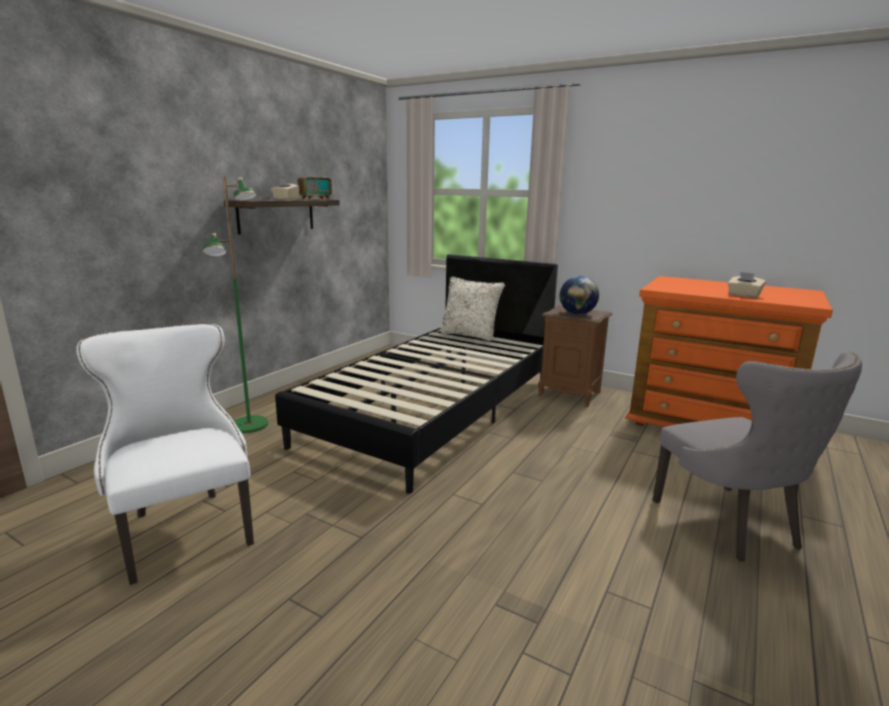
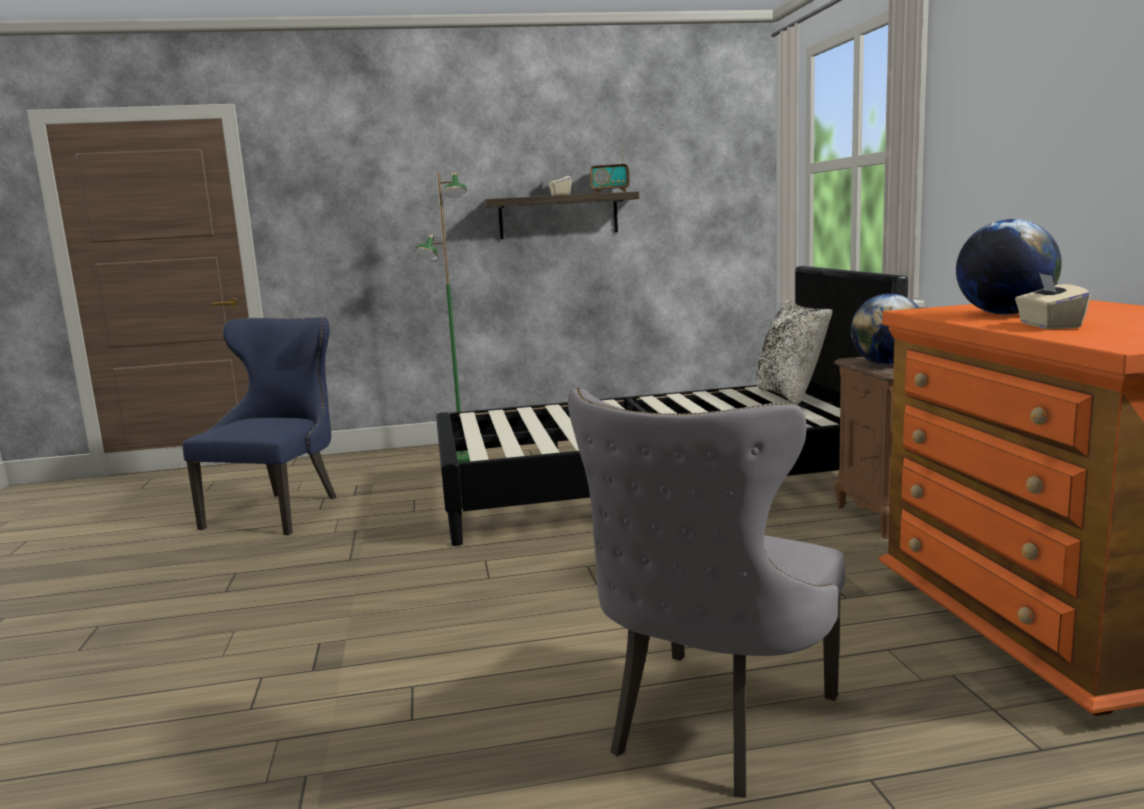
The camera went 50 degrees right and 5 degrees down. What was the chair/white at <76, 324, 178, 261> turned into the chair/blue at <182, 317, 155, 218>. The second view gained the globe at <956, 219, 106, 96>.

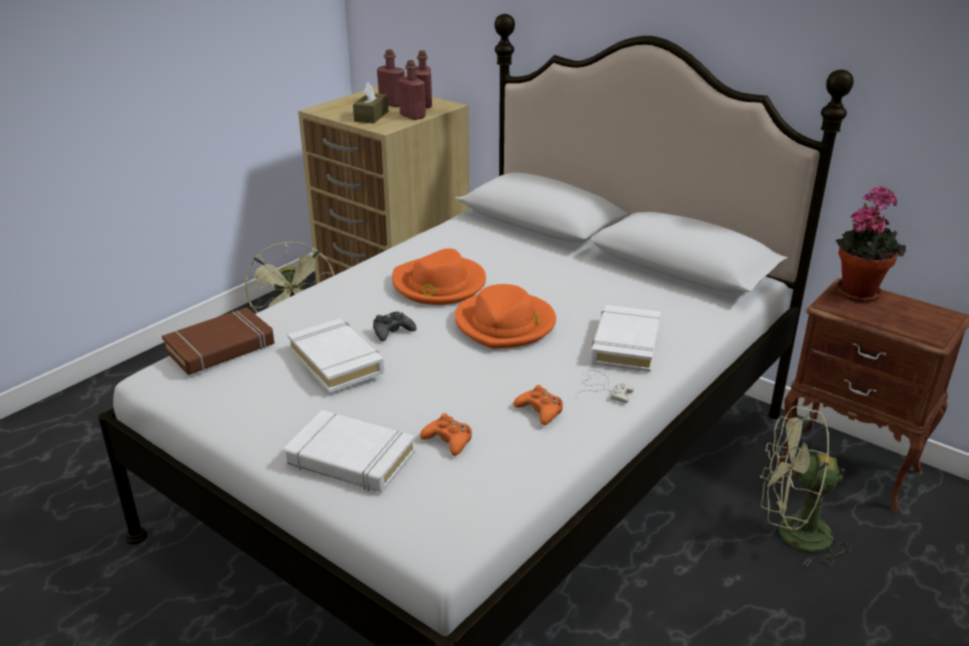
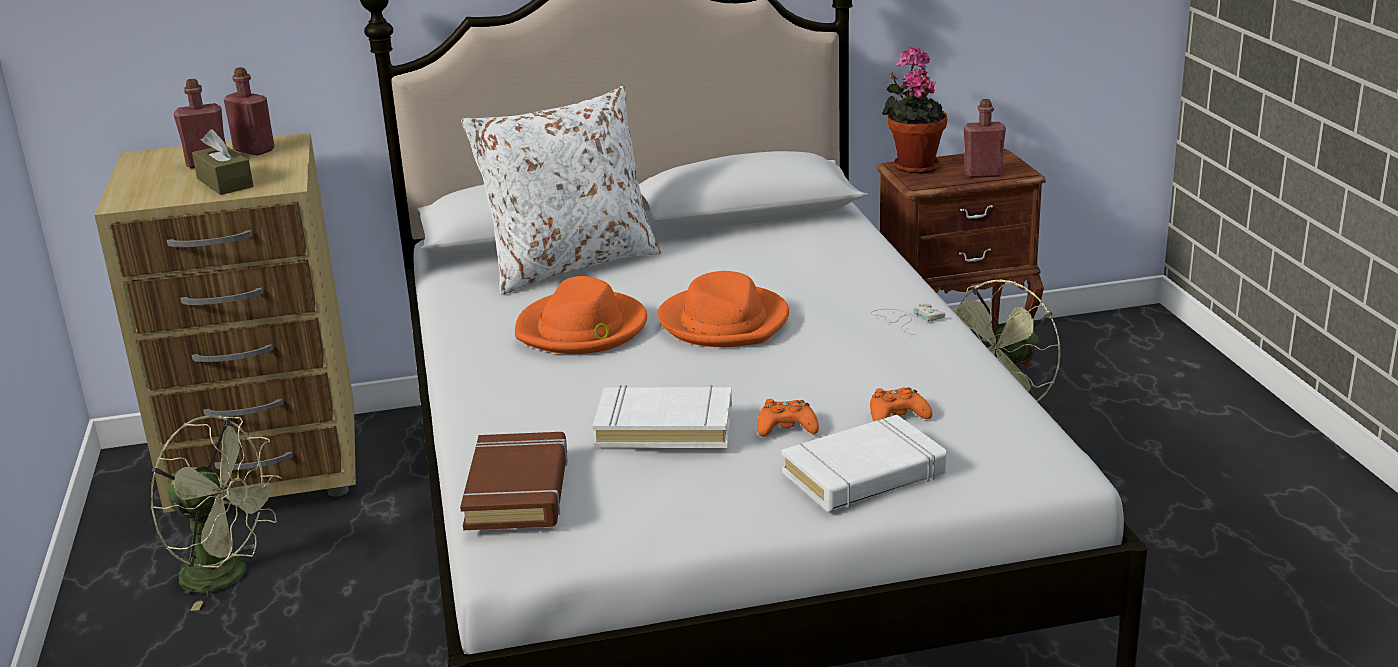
The camera went 50 degrees left and 5 degrees down. The second view gained the pillow/white at <461, 86, 200, 209>. The game controller/orange ended up elsewhere, having gone from <513, 385, 50, 40> to <757, 399, 62, 38>. The bottle/red ended up elsewhere, having gone from <398, 60, 28, 60> to <964, 99, 42, 79>. The second view lost the game controller/black at <373, 311, 44, 30>. The second view lost the book/white at <590, 305, 71, 67>.

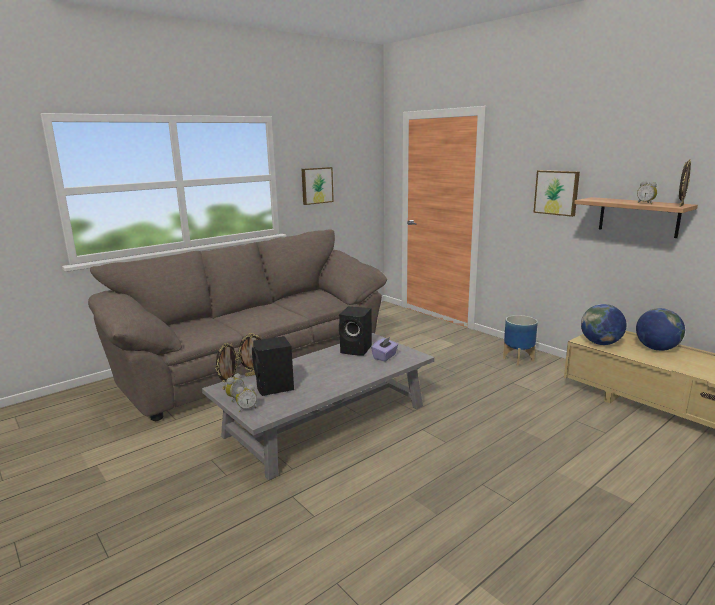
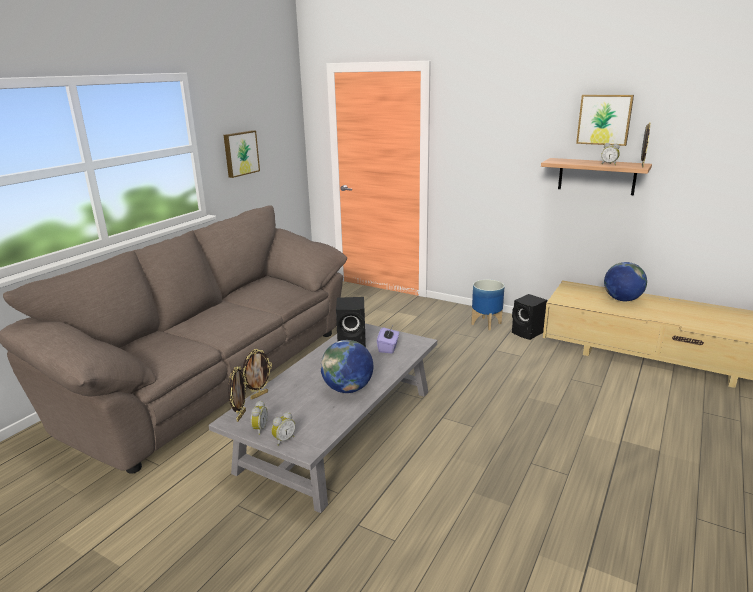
The camera went 20 degrees left and 5 degrees up. The globe ended up elsewhere, having gone from <581, 304, 45, 41> to <320, 340, 53, 53>. The speaker/black ended up elsewhere, having gone from <252, 336, 42, 60> to <512, 294, 35, 46>. The picture ended up elsewhere, having gone from <533, 170, 47, 47> to <576, 95, 58, 51>.

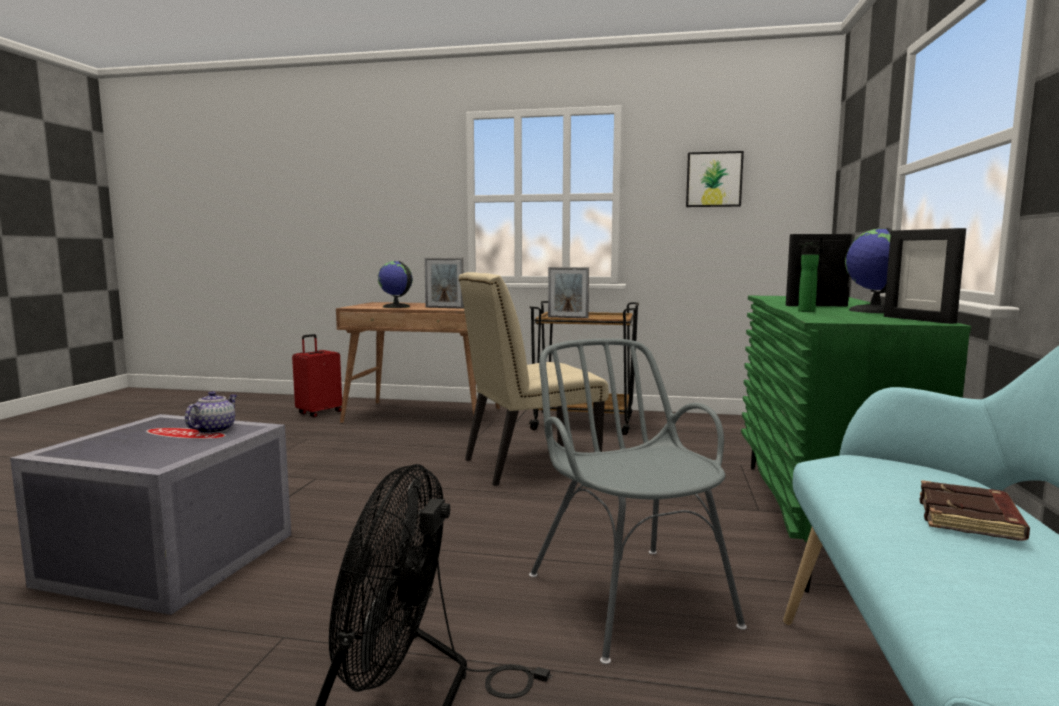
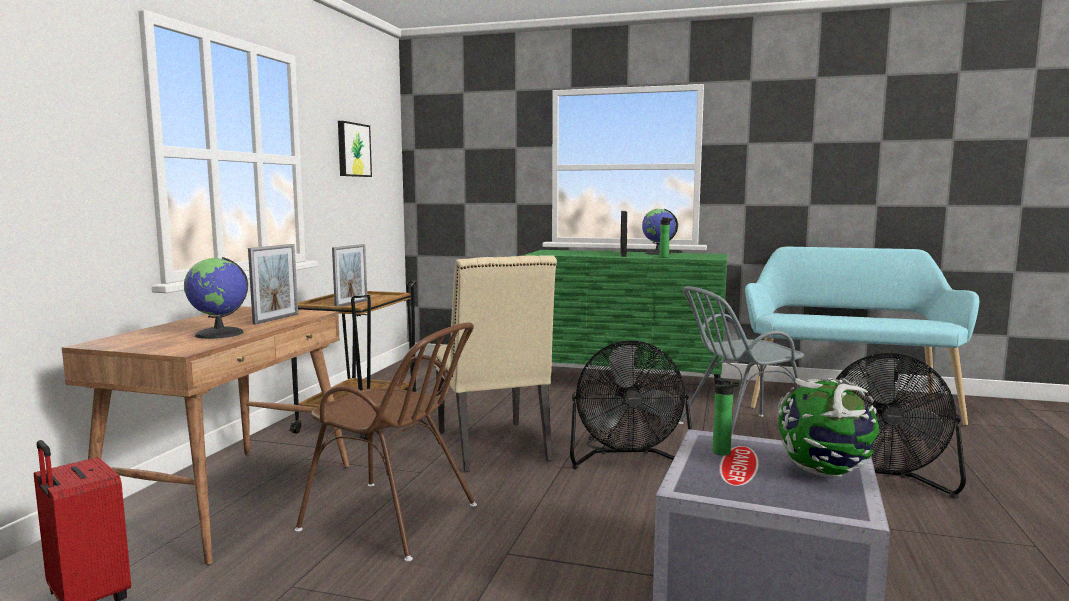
The camera went 85 degrees left and 0 degrees up. The second view gained the chair/brown at <295, 323, 182, 239>. The second view gained the fan/black at <570, 341, 122, 129>. Where the teapot stood at <185, 391, 52, 43>, the bottle came to stand at <713, 378, 28, 78>. The second view gained the globe at <778, 378, 101, 99>. The second view lost the picture frame at <884, 228, 82, 96>. The second view lost the book/brown at <919, 480, 111, 60>.

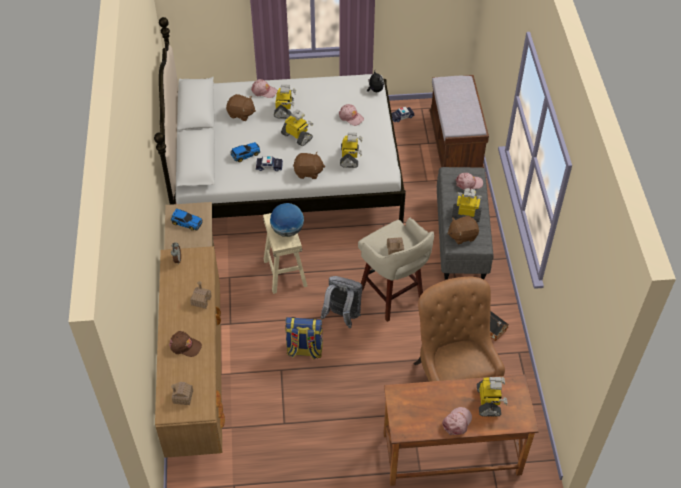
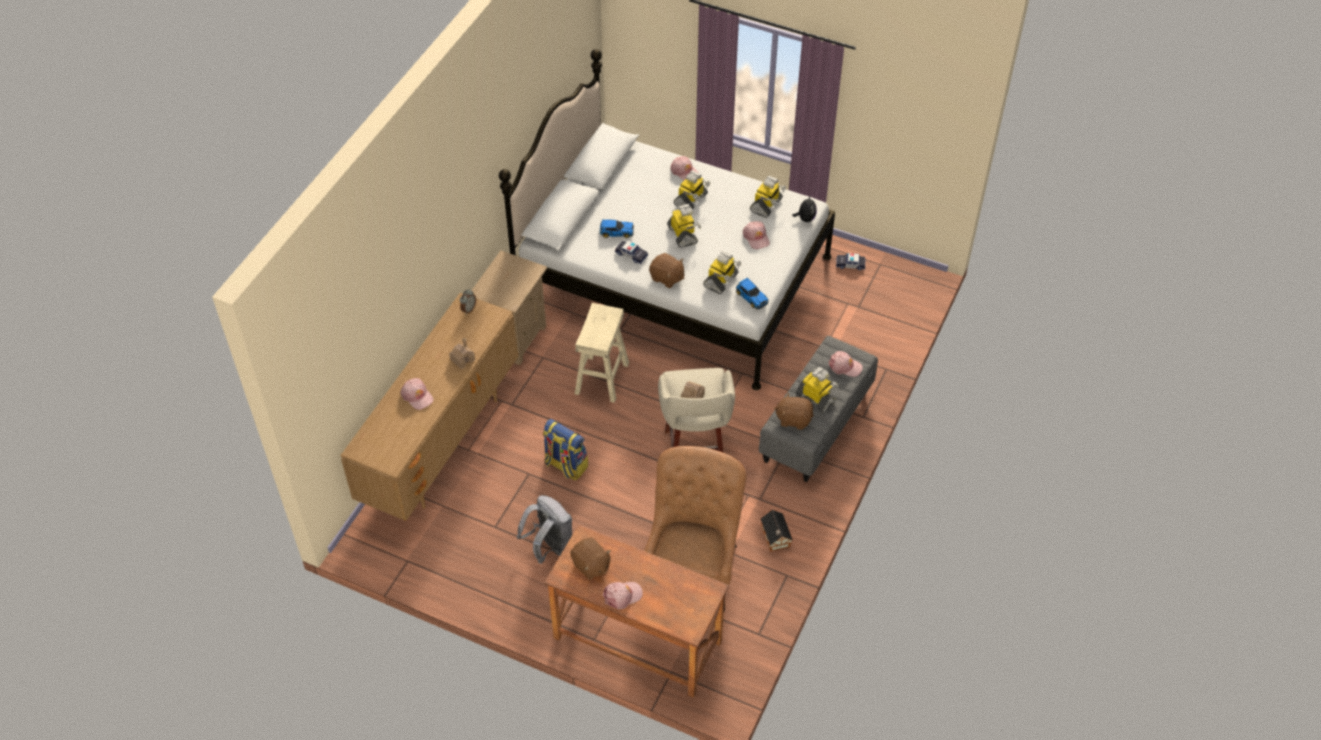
The camera went 30 degrees right and 0 degrees up. What was the cap/brown at <169, 331, 33, 26> turned into the cap/pink at <401, 378, 33, 32>. The backpack/grey ended up elsewhere, having gone from <320, 276, 43, 52> to <517, 495, 56, 69>. The plush toy/brown ended up elsewhere, having gone from <226, 94, 30, 27> to <570, 537, 41, 43>. The toy car ended up elsewhere, having gone from <171, 208, 32, 23> to <736, 278, 33, 32>. The toy robot ended up elsewhere, having gone from <477, 377, 31, 40> to <750, 176, 36, 42>. The second view lost the toy house at <171, 382, 22, 23>. The second view lost the globe at <270, 203, 34, 34>. The second view lost the bench/brown at <429, 75, 60, 93>.

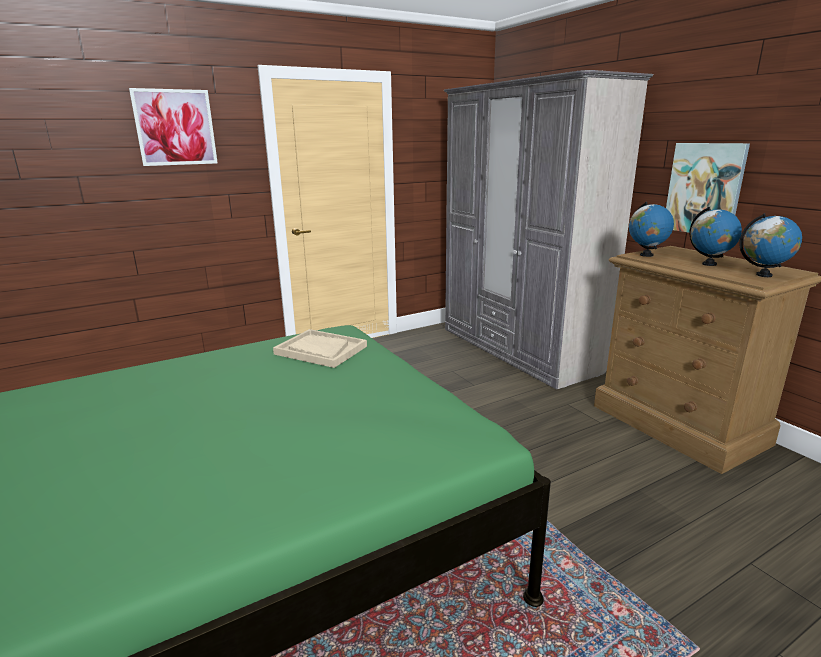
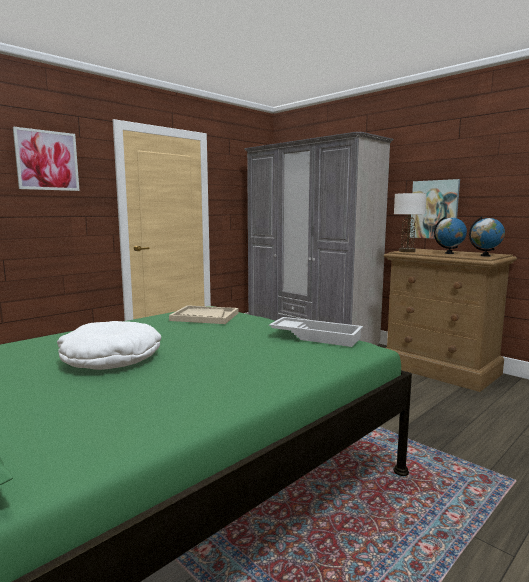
The camera went 15 degrees left and 10 degrees down. The second view gained the pillow/white at <57, 321, 104, 49>. The second view gained the tray/white at <269, 317, 94, 30>. Where the globe stood at <629, 202, 45, 55>, the table lamp came to stand at <394, 193, 33, 59>.

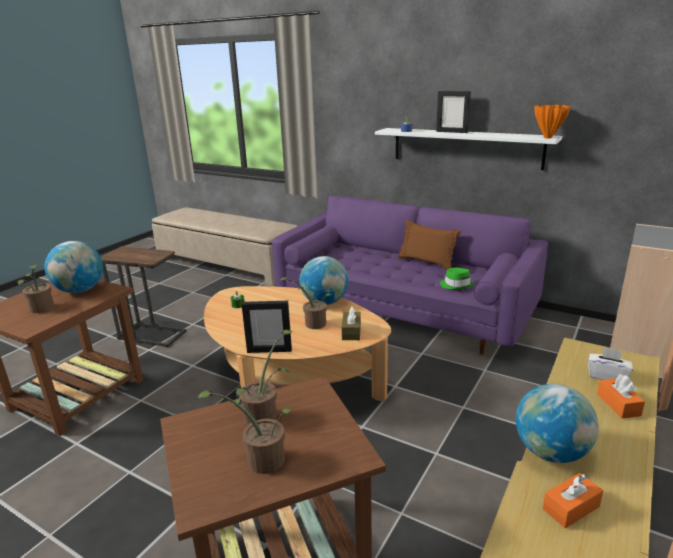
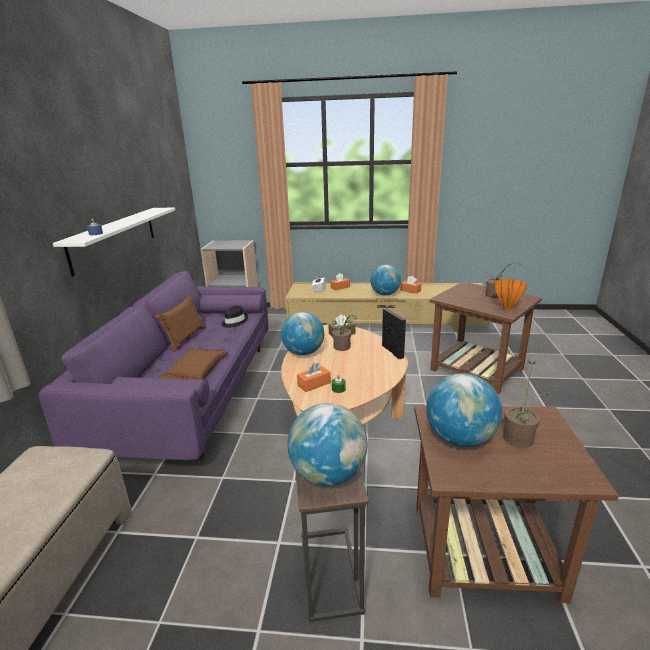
The camera went 115 degrees left and 0 degrees up. The second view gained the pillow/brown at <159, 347, 69, 33>. What was the hat/green at <440, 268, 34, 22> turned into the hat/black at <221, 306, 27, 22>. The second view gained the globe at <287, 403, 80, 83>. The second view gained the tissue box/orange at <297, 362, 34, 30>. The vase/orange ended up elsewhere, having gone from <534, 105, 37, 33> to <494, 278, 34, 33>. The second view lost the potted plant at <236, 330, 57, 96>. The second view lost the picture frame at <436, 91, 35, 42>.

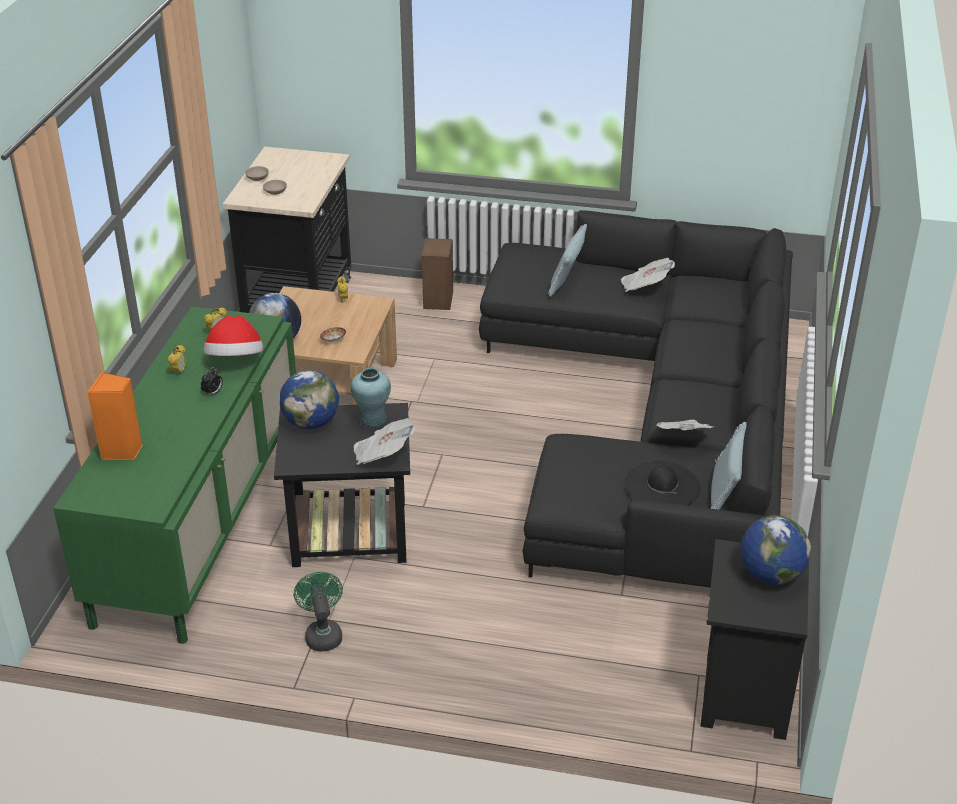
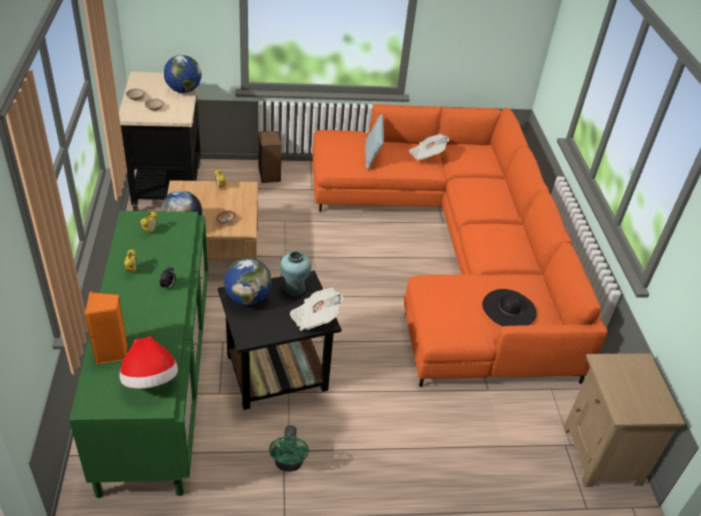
The camera went 20 degrees left and 5 degrees up. The hat ended up elsewhere, having gone from <204, 316, 59, 40> to <120, 336, 58, 53>. The globe ended up elsewhere, having gone from <741, 515, 70, 70> to <164, 55, 38, 38>. The fan/green at <294, 572, 49, 80> ended up facing another way, 150 degrees counterclockwise from before. What was the sofa/black at <479, 210, 314, 378> turned into the sofa/orange at <312, 104, 296, 283>. What was the nightstand/black at <701, 539, 108, 201> turned into the nightstand/beige at <564, 354, 121, 133>. The second view lost the newspaper at <657, 420, 56, 11>. The second view lost the pillow/blue at <711, 422, 36, 88>.

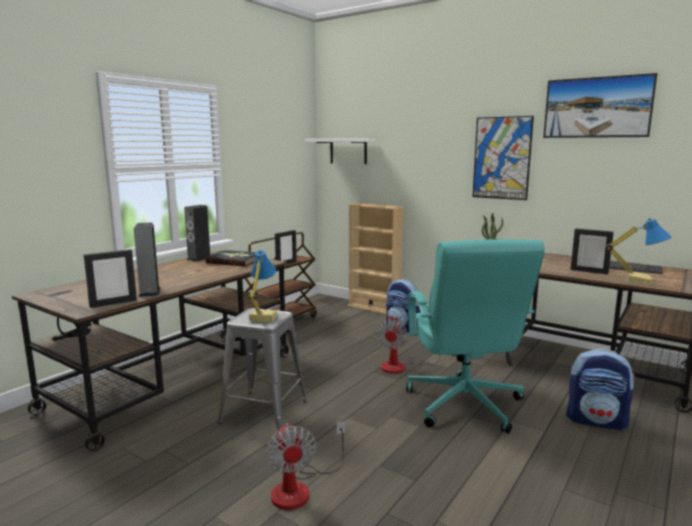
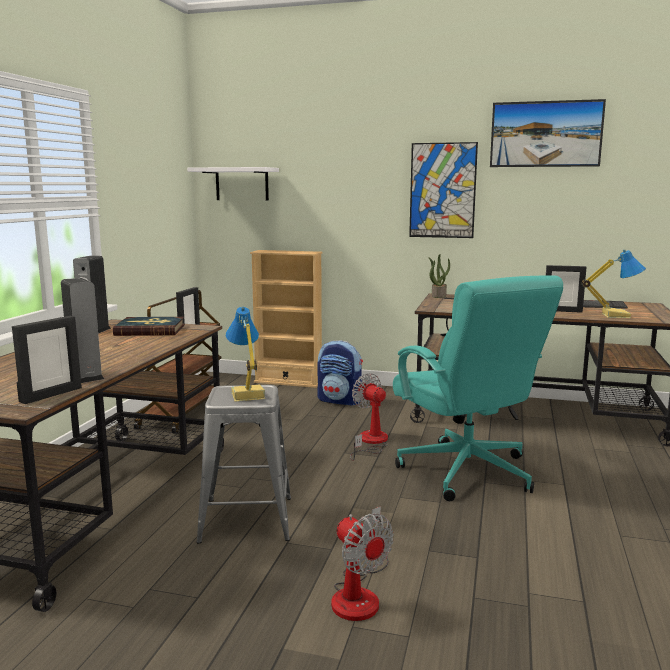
The camera went 20 degrees left and 0 degrees up. The fan at <376, 319, 64, 55> ended up facing another way, 150 degrees clockwise from before. The second view lost the backpack at <566, 349, 69, 82>.

